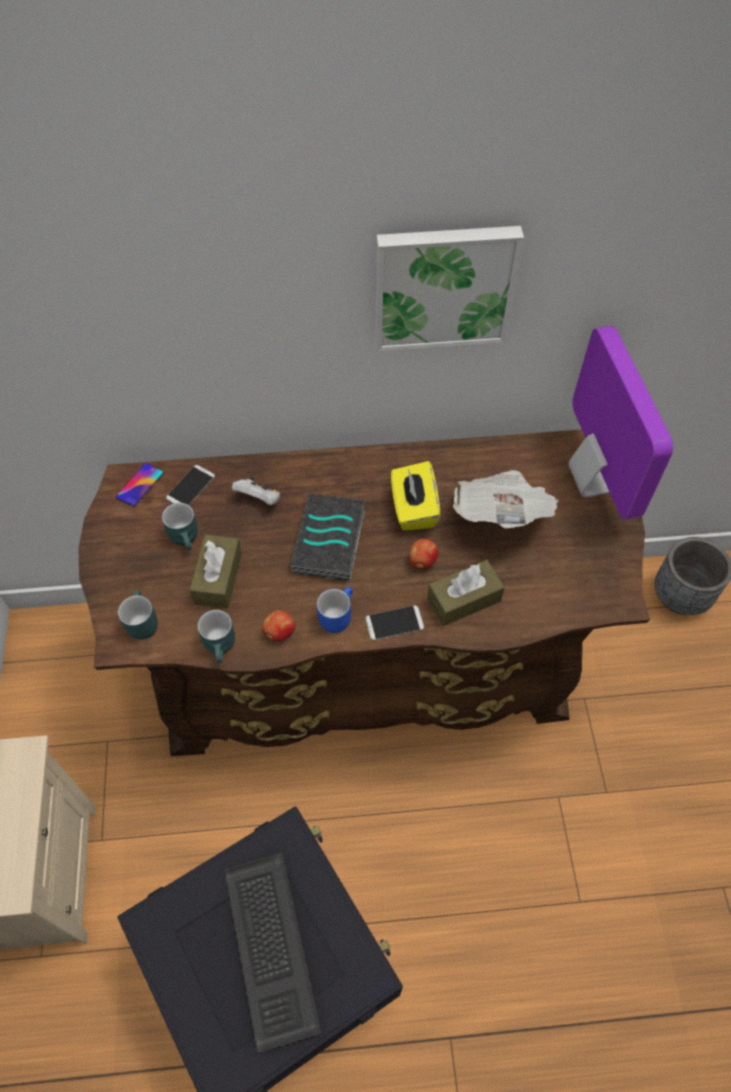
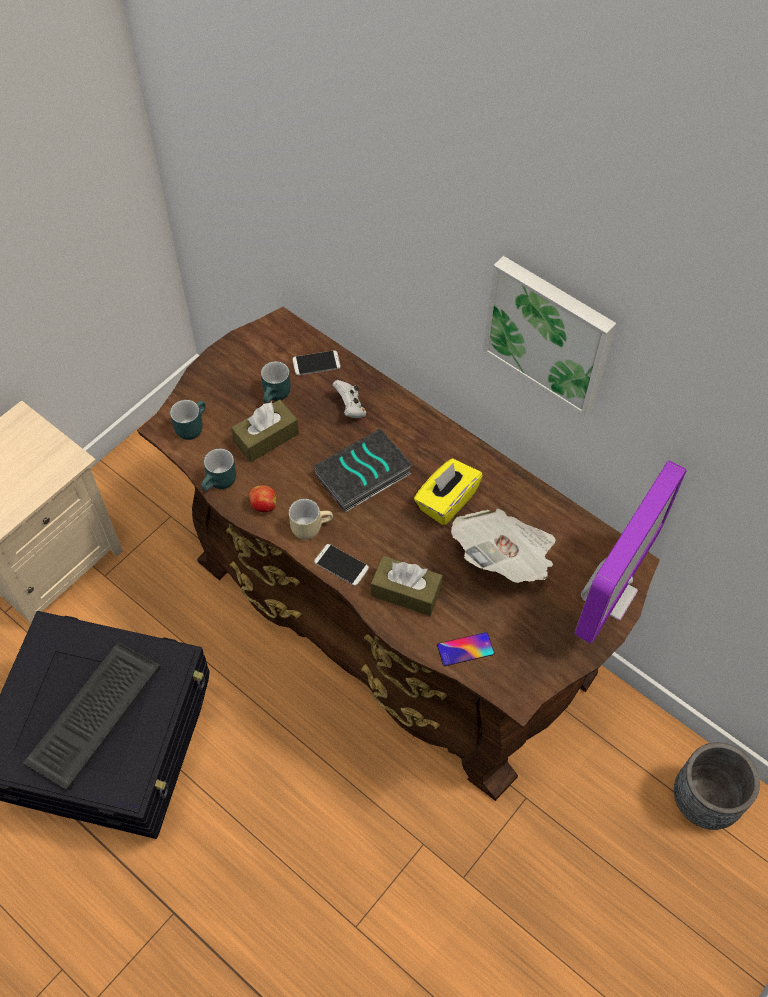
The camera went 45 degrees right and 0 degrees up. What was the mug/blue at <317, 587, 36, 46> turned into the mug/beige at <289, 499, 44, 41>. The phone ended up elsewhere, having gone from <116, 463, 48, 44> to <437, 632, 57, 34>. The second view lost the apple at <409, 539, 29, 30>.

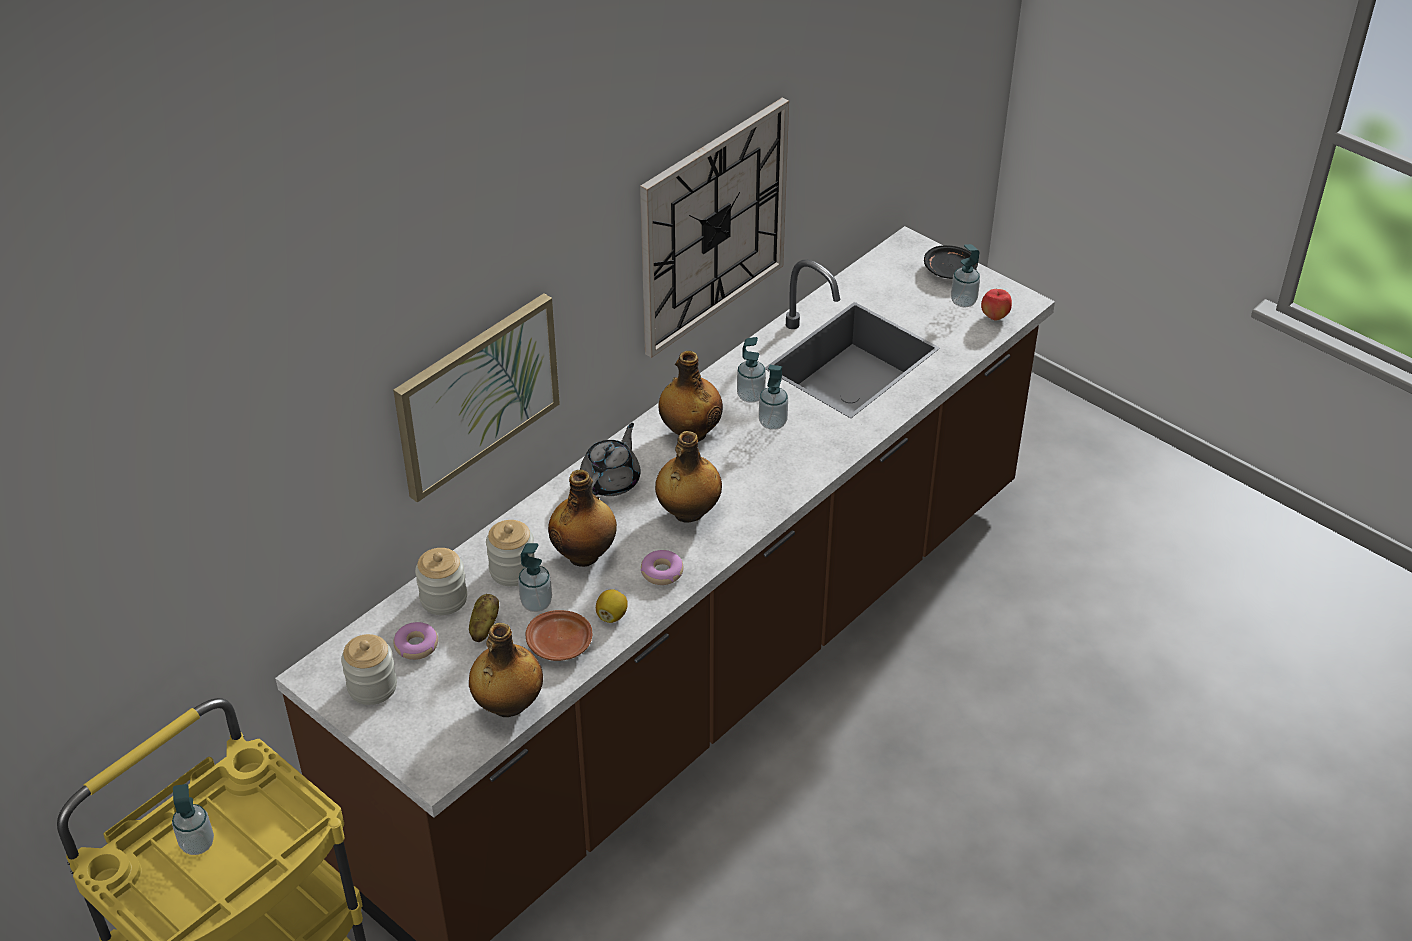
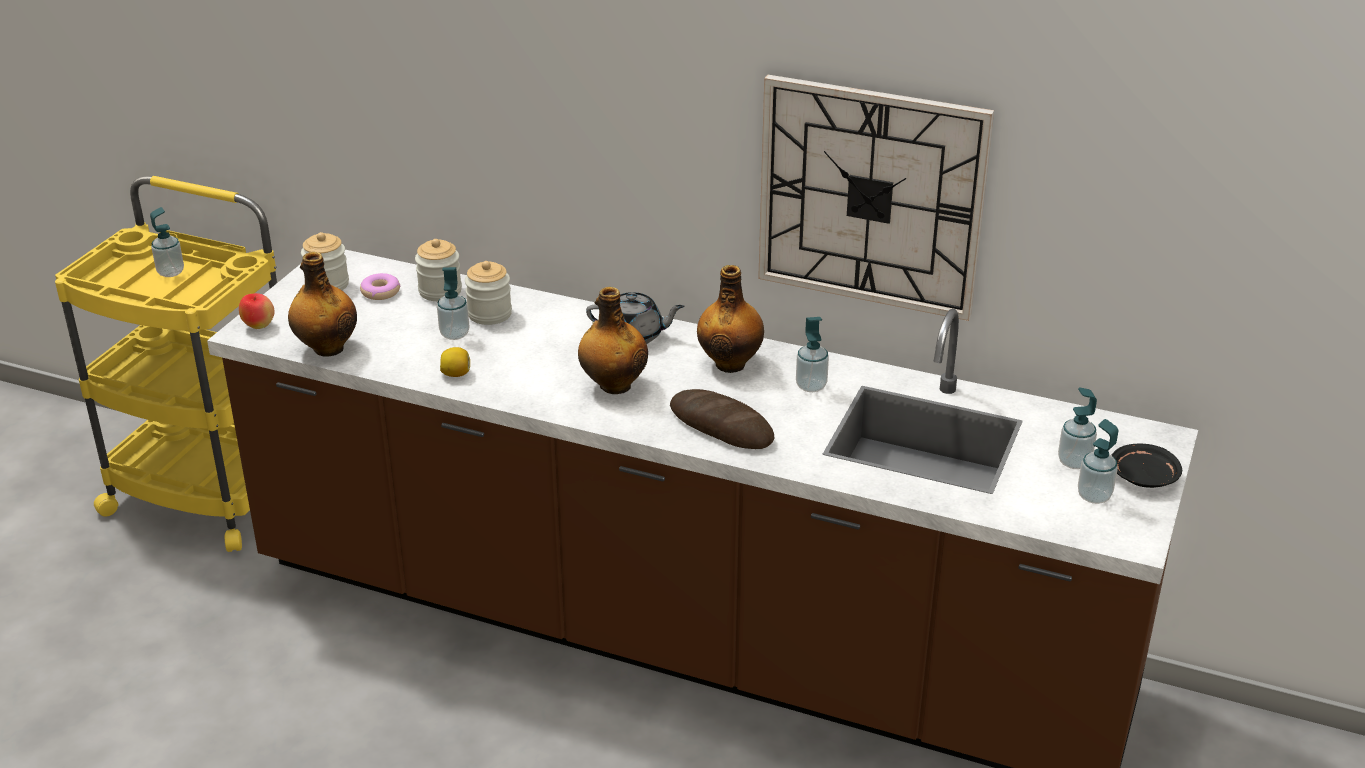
The camera went 70 degrees right and 10 degrees down. The apple ended up elsewhere, having gone from <981, 289, 31, 31> to <239, 293, 36, 36>. The second view gained the bread at <670, 389, 104, 60>. The soap dispenser ended up elsewhere, having gone from <759, 365, 29, 65> to <1058, 387, 39, 82>. The second view lost the picture at <393, 293, 167, 209>. The second view lost the potato at <469, 594, 30, 48>. The second view lost the plate/brown at <526, 610, 66, 51>. The second view lost the bottle at <548, 470, 69, 97>. The second view lost the donut at <641, 550, 43, 35>.

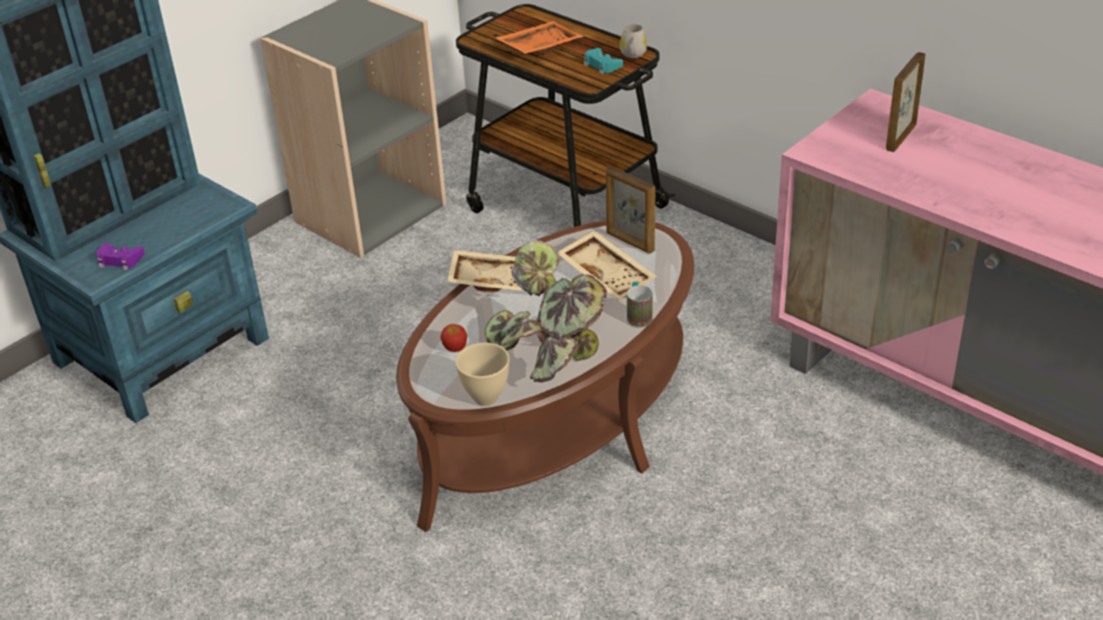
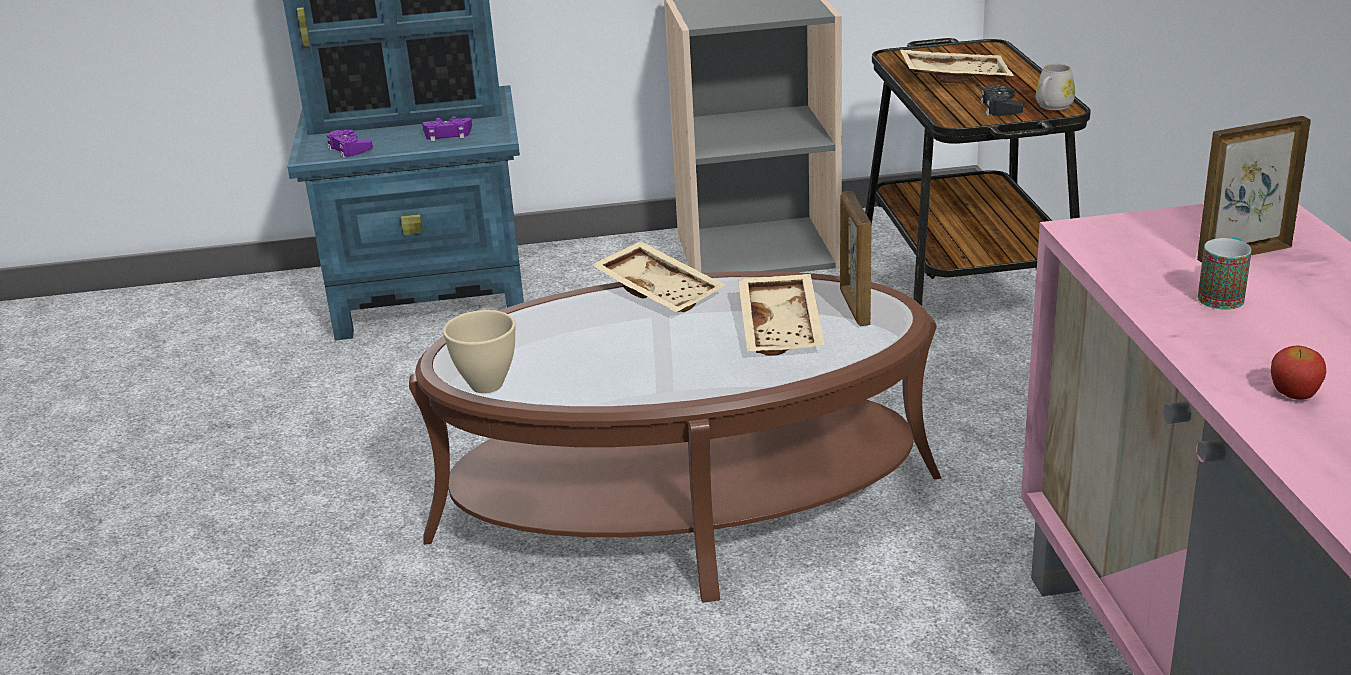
The camera went 40 degrees right and 10 degrees down. The second view gained the game controller/purple at <422, 116, 50, 26>. What was the tray/orange at <496, 21, 87, 34> turned into the tray/beige at <900, 49, 114, 34>. What was the game controller/turquoise at <584, 48, 39, 26> turned into the game controller/black at <980, 85, 43, 31>. The mug ended up elsewhere, having gone from <627, 282, 25, 45> to <1198, 237, 54, 73>. The apple ended up elsewhere, having gone from <440, 324, 27, 28> to <1271, 345, 55, 55>. The second view lost the potted plant at <484, 240, 123, 142>.

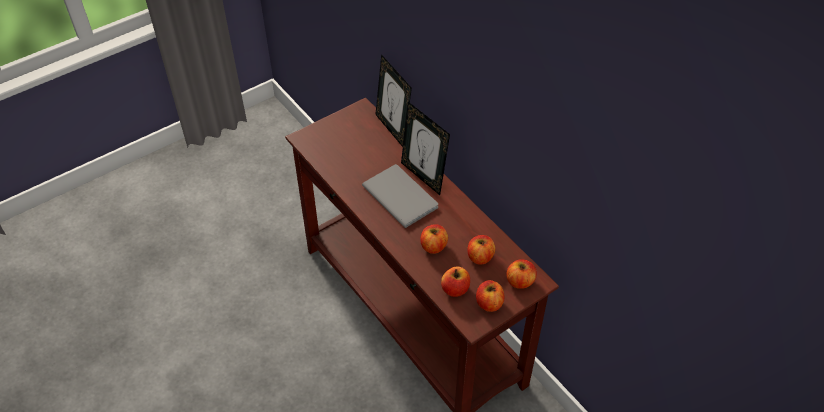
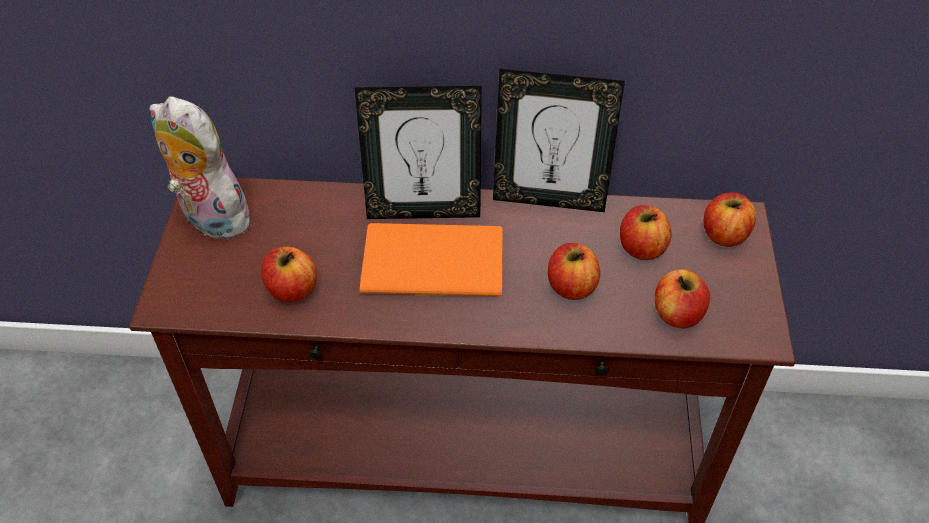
The camera went 50 degrees left and 0 degrees up. The second view gained the plush toy at <150, 96, 100, 144>. The apple ended up elsewhere, having gone from <476, 280, 28, 32> to <261, 247, 56, 55>. What was the book/grey at <362, 164, 76, 64> turned into the book/orange at <360, 223, 143, 73>. The picture frame ended up elsewhere, having gone from <375, 54, 37, 93> to <493, 69, 132, 143>.

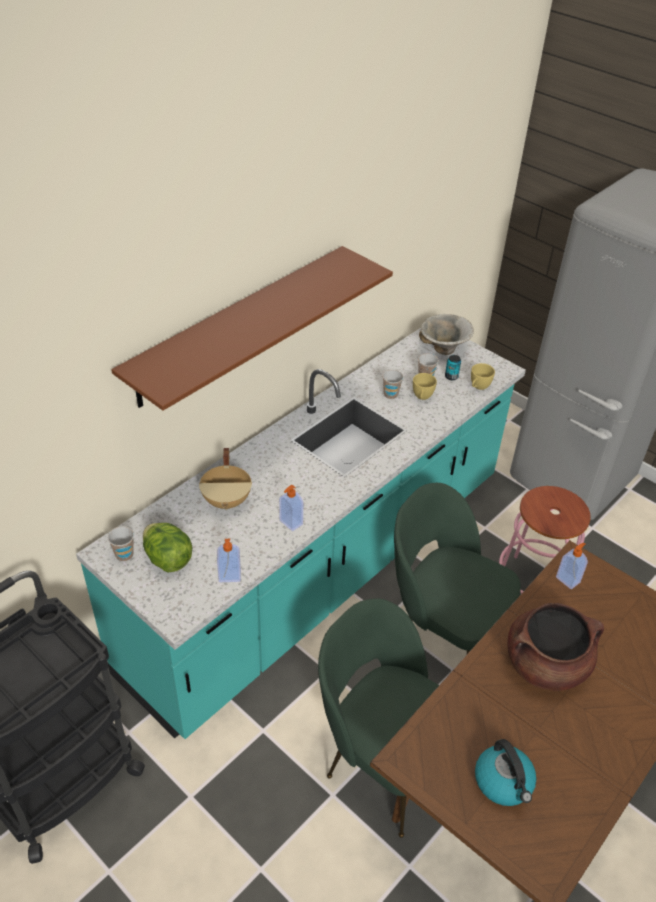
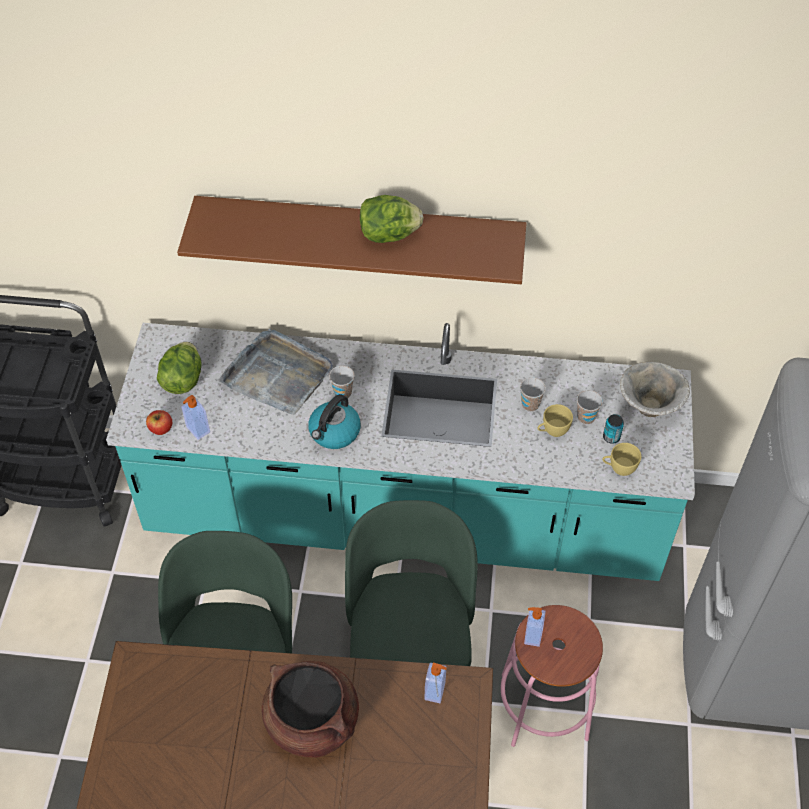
The camera went 55 degrees right and 10 degrees up. The second view gained the apple at <146, 410, 26, 25>. Where the cooking pot/beige stood at <199, 448, 53, 62>, the tray/grey came to stand at <219, 329, 114, 86>. The kettle ended up elsewhere, having gone from <475, 739, 61, 67> to <308, 394, 53, 55>. The cup ended up elsewhere, having gone from <108, 526, 26, 35> to <329, 366, 25, 32>. The second view gained the lettuce at <360, 195, 63, 48>. The soap dispenser ended up elsewhere, having gone from <279, 485, 24, 46> to <524, 607, 21, 40>.

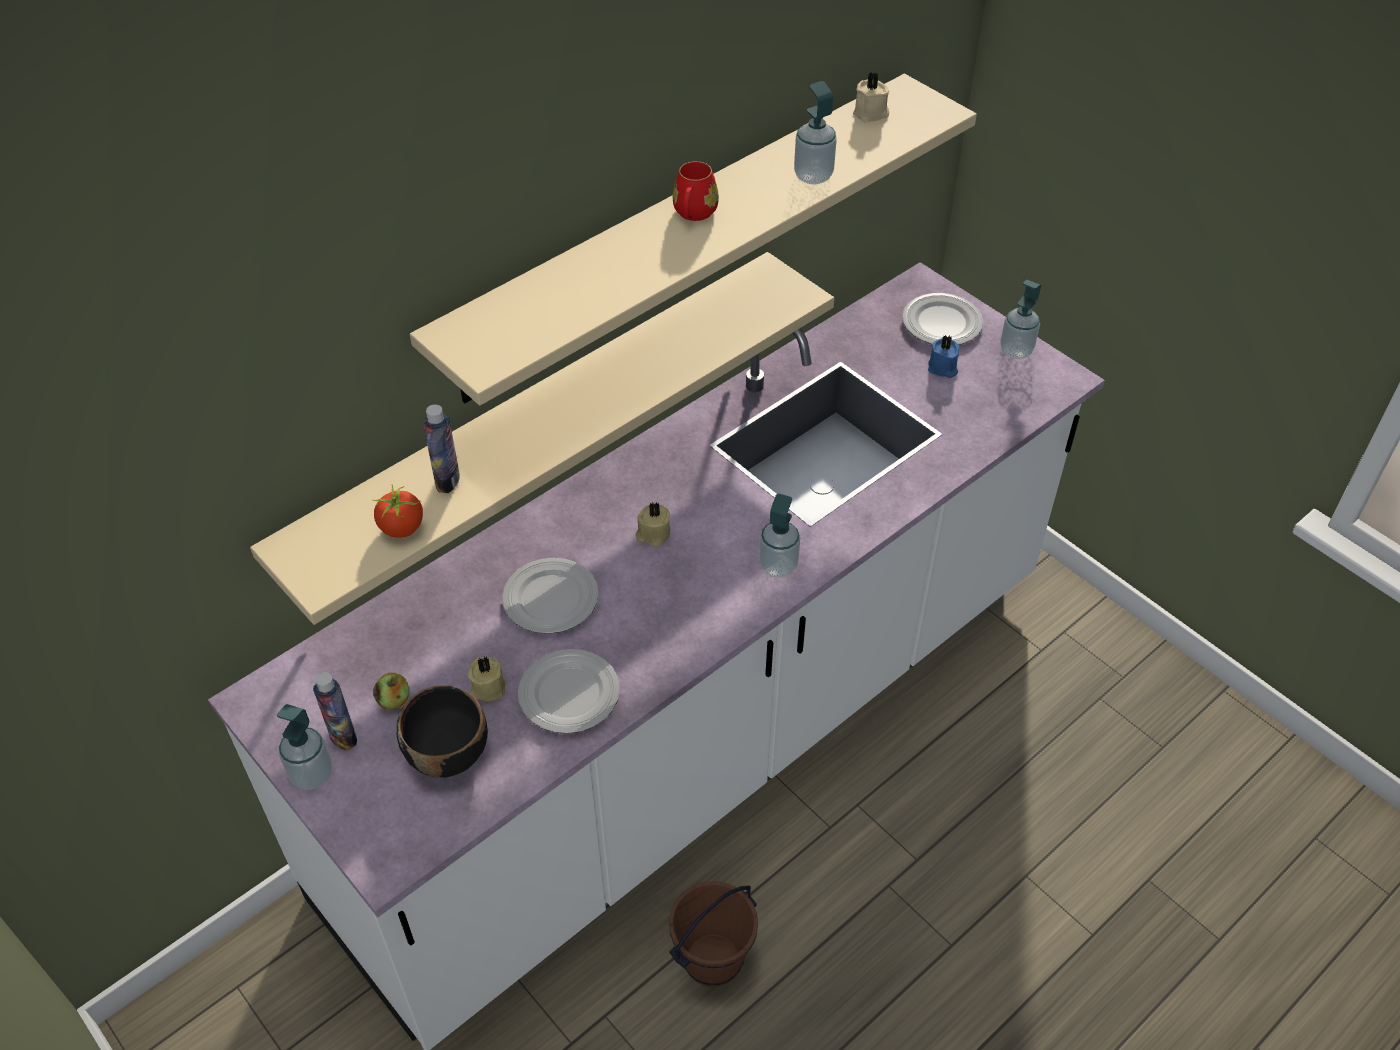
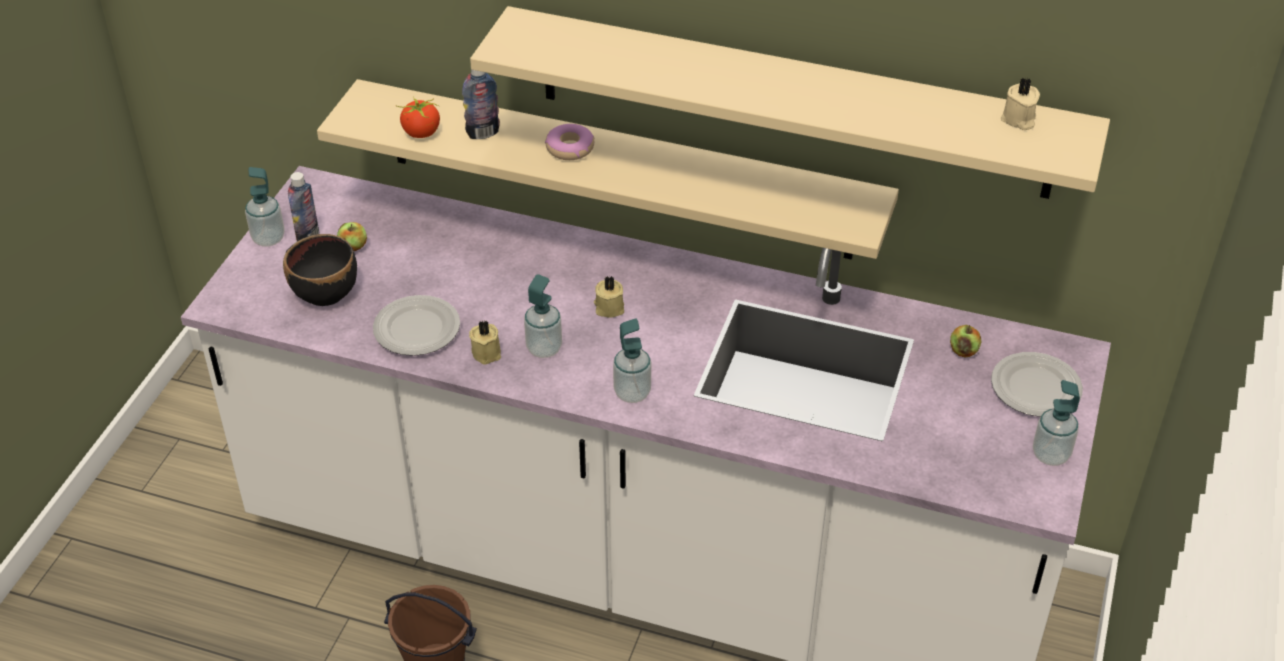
The camera went 60 degrees right and 5 degrees down. The candle/beige ended up elsewhere, having gone from <468, 656, 38, 45> to <469, 320, 32, 45>. The soap dispenser ended up elsewhere, having gone from <794, 81, 42, 103> to <524, 274, 38, 84>. The second view gained the donut at <545, 124, 49, 36>. The second view gained the apple at <950, 325, 31, 32>. The second view lost the plate at <502, 558, 97, 76>. The second view lost the mug/red at <673, 161, 46, 60>. The second view lost the candle/blue at <928, 335, 31, 43>.

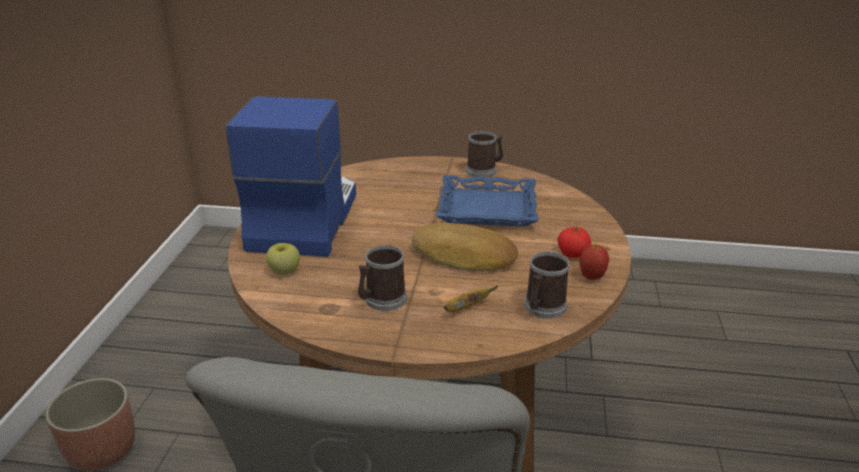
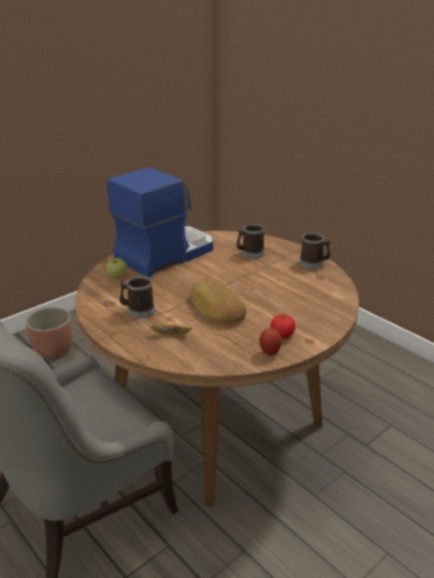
The camera went 40 degrees right and 0 degrees up. The mug ended up elsewhere, having gone from <524, 252, 46, 66> to <237, 223, 28, 36>. The second view lost the tray/blue at <436, 175, 103, 52>.

